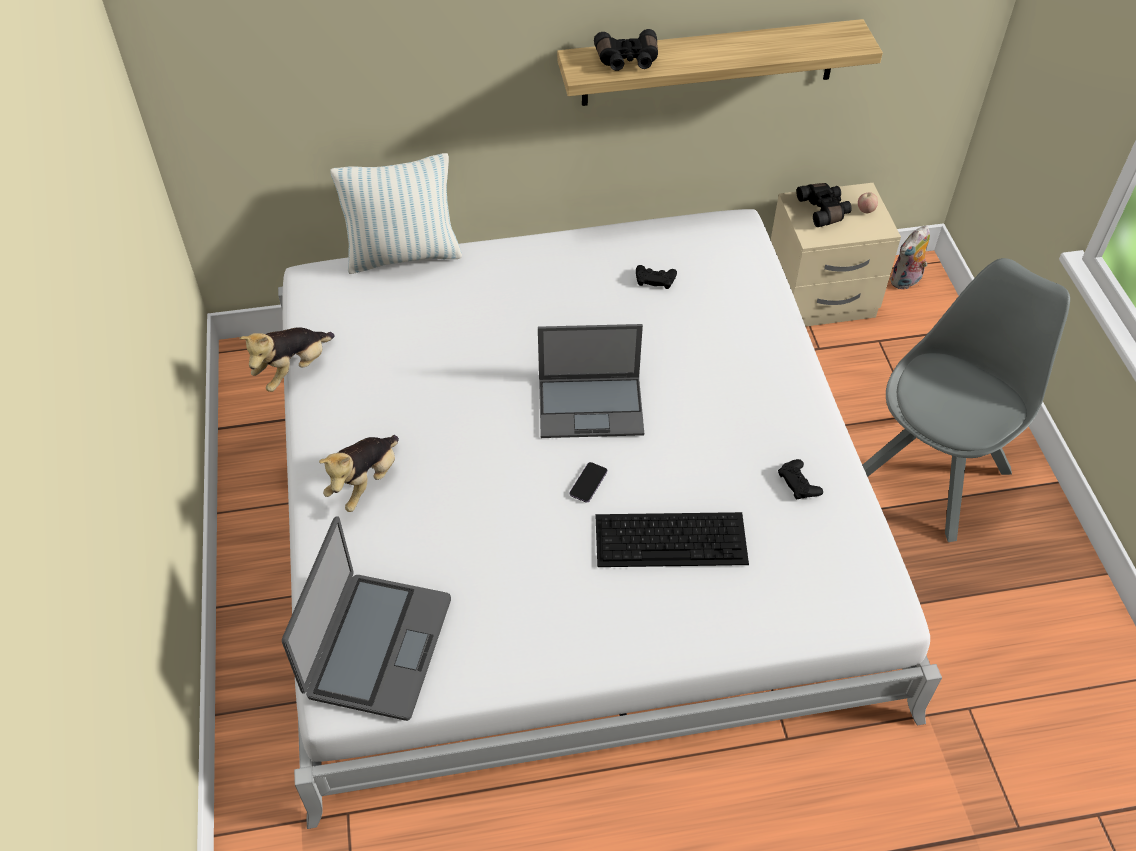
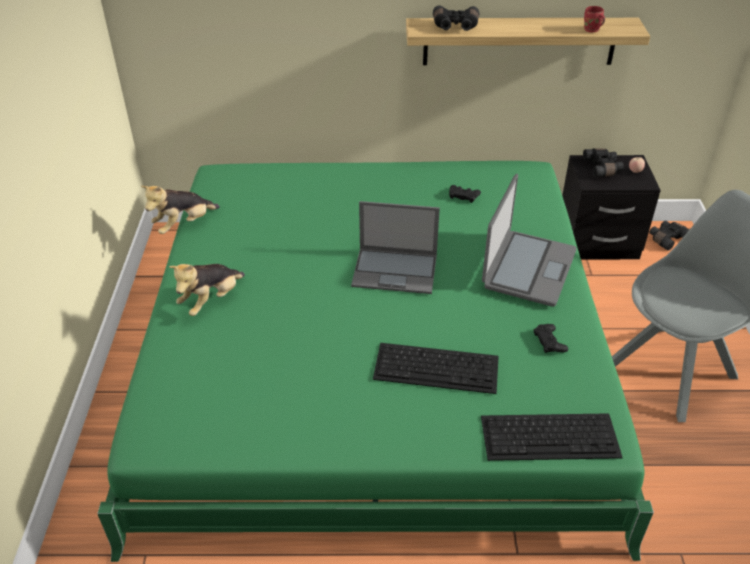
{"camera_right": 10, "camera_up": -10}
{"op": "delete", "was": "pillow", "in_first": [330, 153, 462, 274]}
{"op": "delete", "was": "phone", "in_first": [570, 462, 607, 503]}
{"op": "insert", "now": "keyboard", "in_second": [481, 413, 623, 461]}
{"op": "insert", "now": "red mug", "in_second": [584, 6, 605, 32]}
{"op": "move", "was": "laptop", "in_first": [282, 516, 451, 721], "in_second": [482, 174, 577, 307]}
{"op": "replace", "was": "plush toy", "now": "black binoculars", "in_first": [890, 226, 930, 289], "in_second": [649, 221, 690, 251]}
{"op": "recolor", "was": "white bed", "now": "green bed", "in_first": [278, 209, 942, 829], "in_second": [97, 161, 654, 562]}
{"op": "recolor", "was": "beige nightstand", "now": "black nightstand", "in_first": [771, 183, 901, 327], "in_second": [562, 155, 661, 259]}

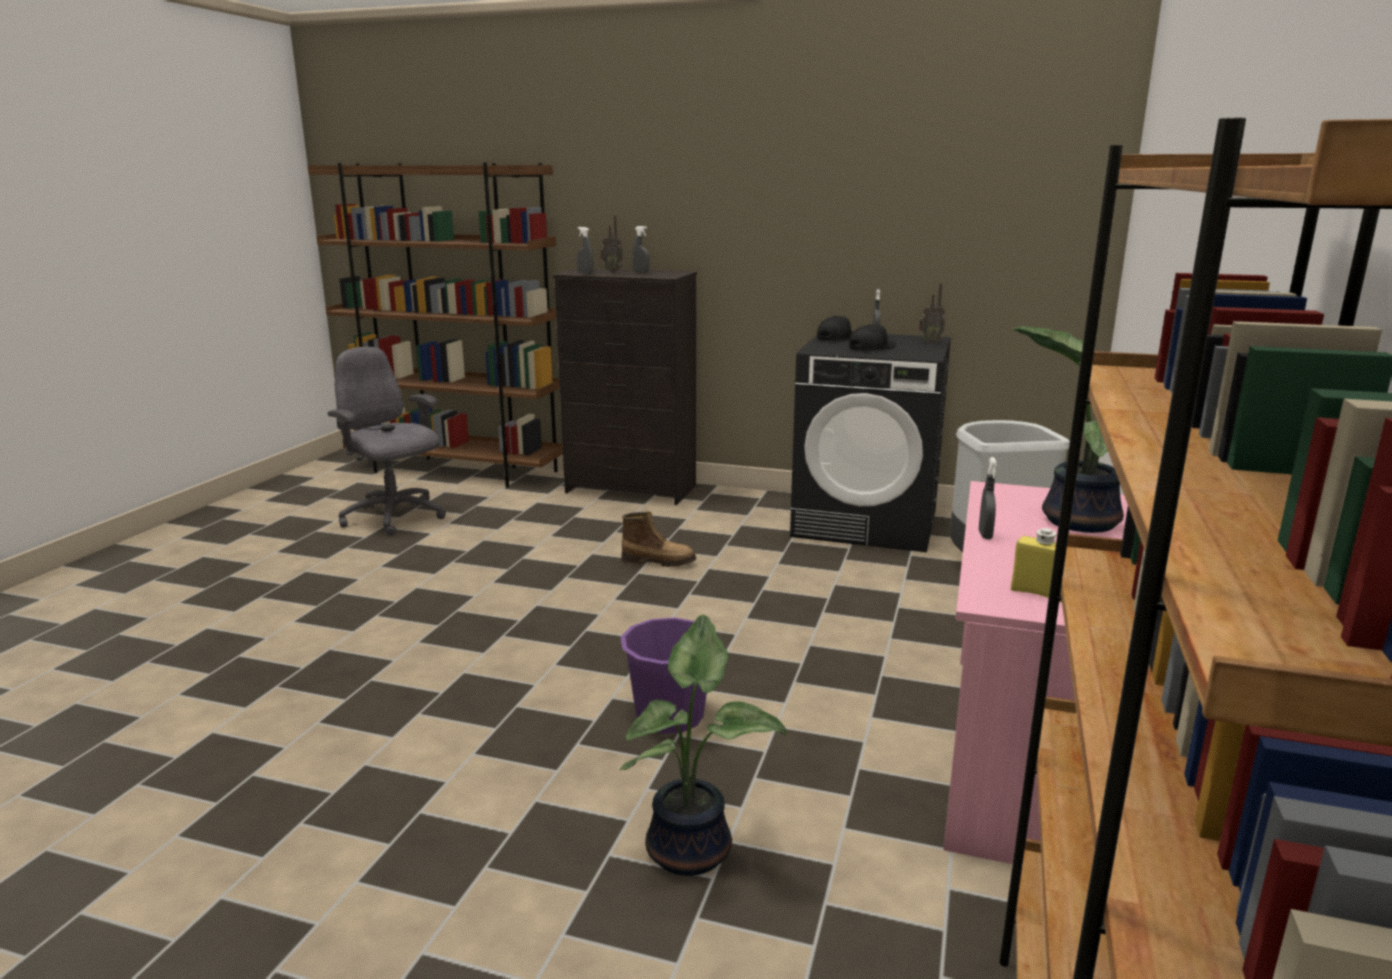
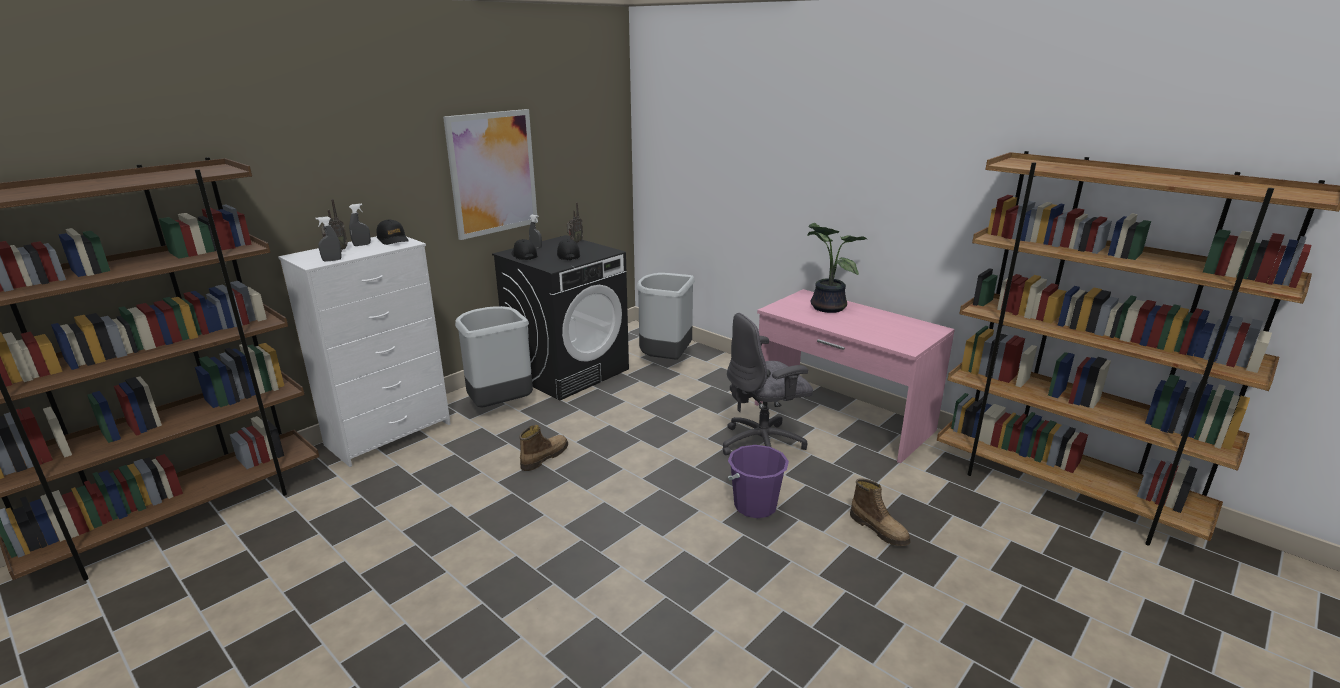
{"camera_right": -65, "camera_up": 5}
{"op": "delete", "was": "grey spray bottle", "in_first": [979, 457, 997, 539]}
{"op": "delete", "was": "yellow bottle", "in_first": [1011, 528, 1062, 602]}
{"op": "insert", "now": "black cap", "in_second": [376, 219, 409, 245]}
{"op": "insert", "now": "picture", "in_second": [443, 109, 538, 240]}
{"op": "insert", "now": "grey trash can", "in_second": [455, 306, 533, 408]}
{"op": "move", "was": "grey office chair", "in_first": [328, 347, 446, 536], "in_second": [723, 313, 813, 455]}
{"op": "replace", "was": "potted plant", "now": "boot", "in_first": [619, 614, 787, 876], "in_second": [850, 478, 911, 546]}
{"op": "recolor", "was": "black dresser", "now": "white dresser", "in_first": [552, 268, 697, 505], "in_second": [278, 236, 451, 467]}

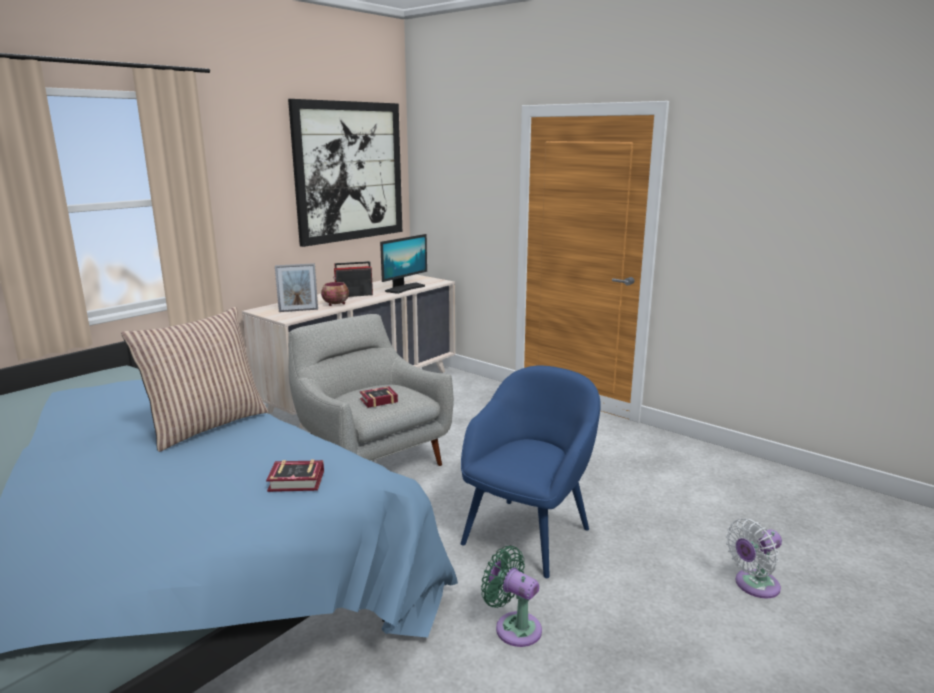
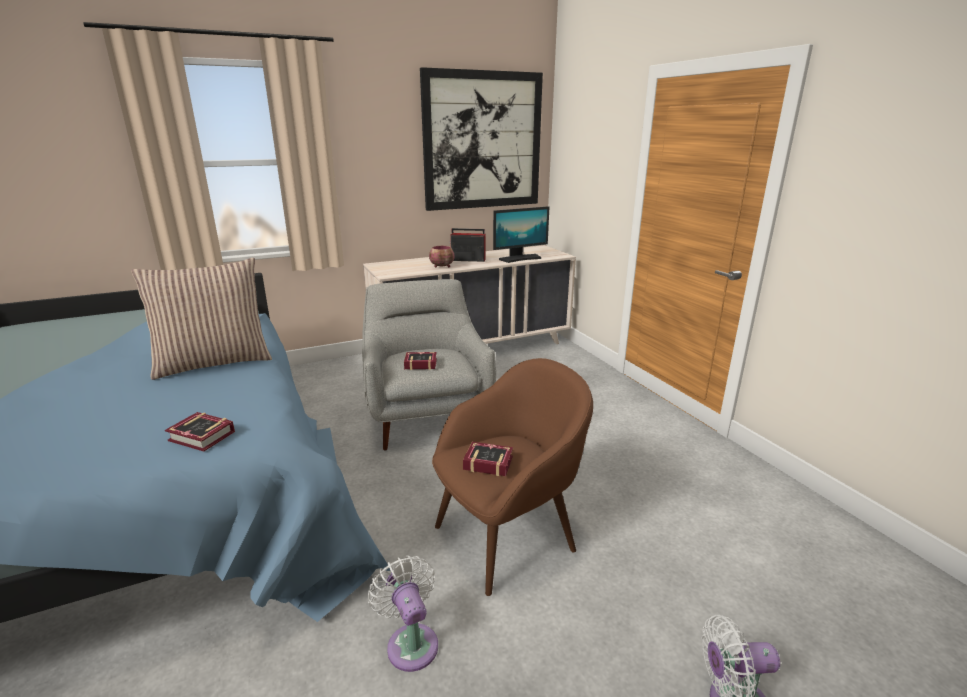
{"camera_right": 25, "camera_up": 5}
{"op": "delete", "was": "picture frame", "in_first": [275, 263, 318, 312]}
{"op": "insert", "now": "book", "in_second": [463, 442, 513, 476]}
{"op": "recolor", "was": "blue armchair", "now": "brown armchair", "in_first": [461, 366, 601, 578], "in_second": [432, 358, 593, 596]}
{"op": "recolor", "was": "green fan", "now": "white fan", "in_first": [481, 546, 542, 647], "in_second": [368, 556, 438, 672]}

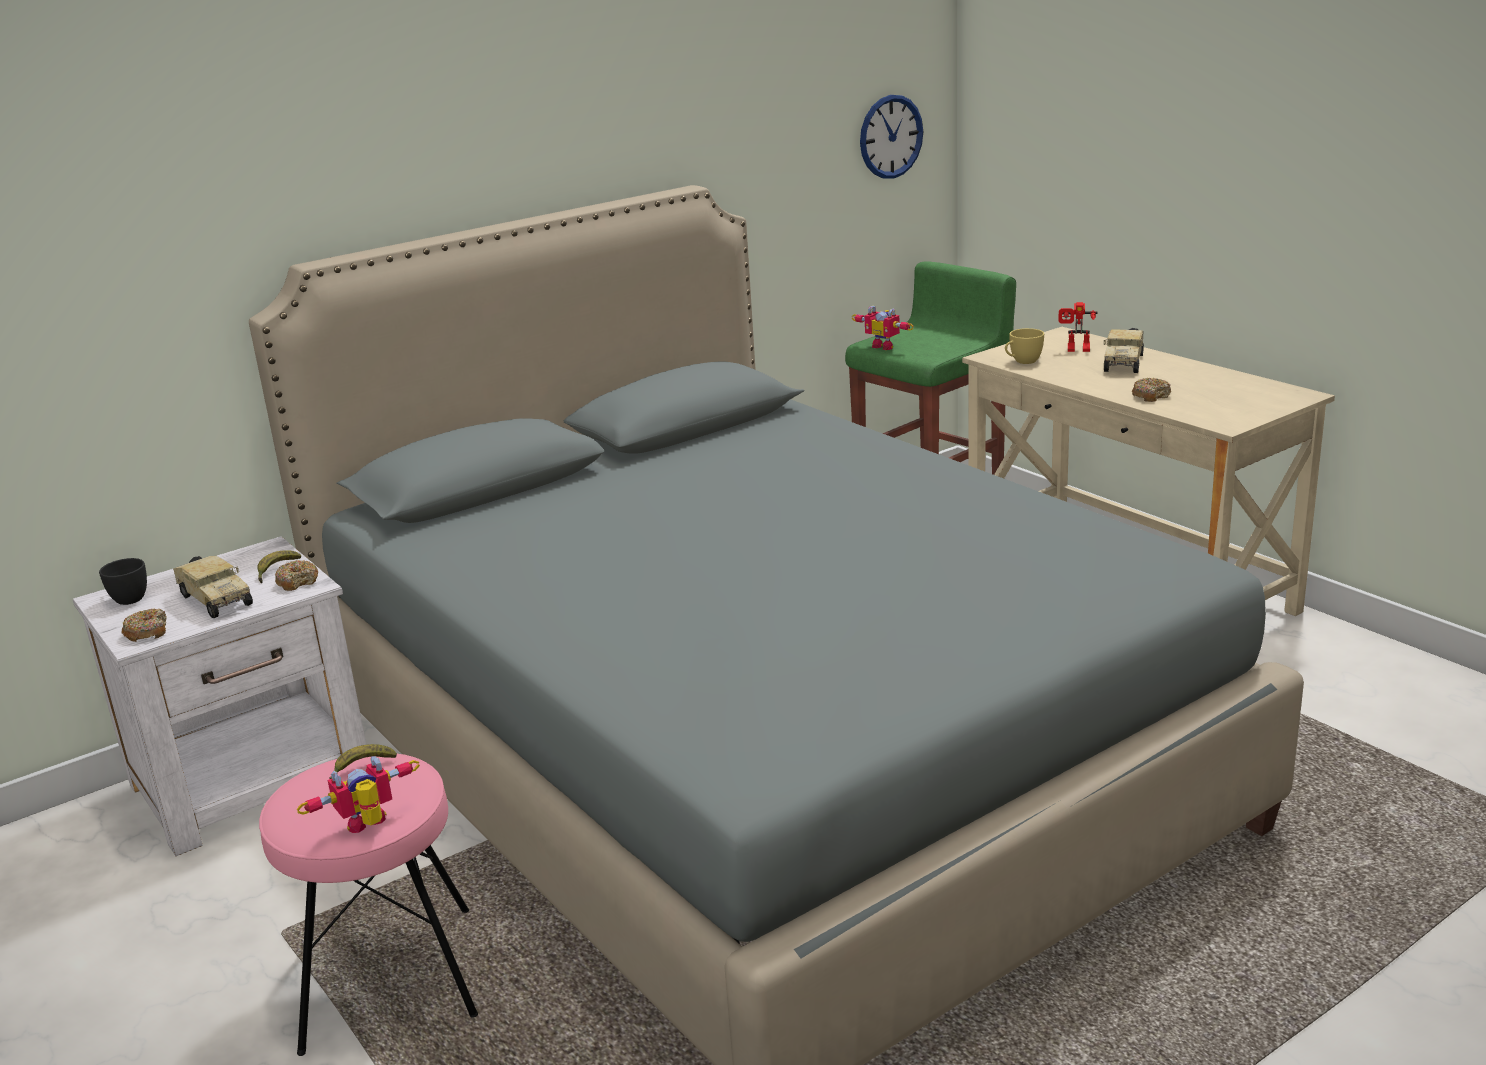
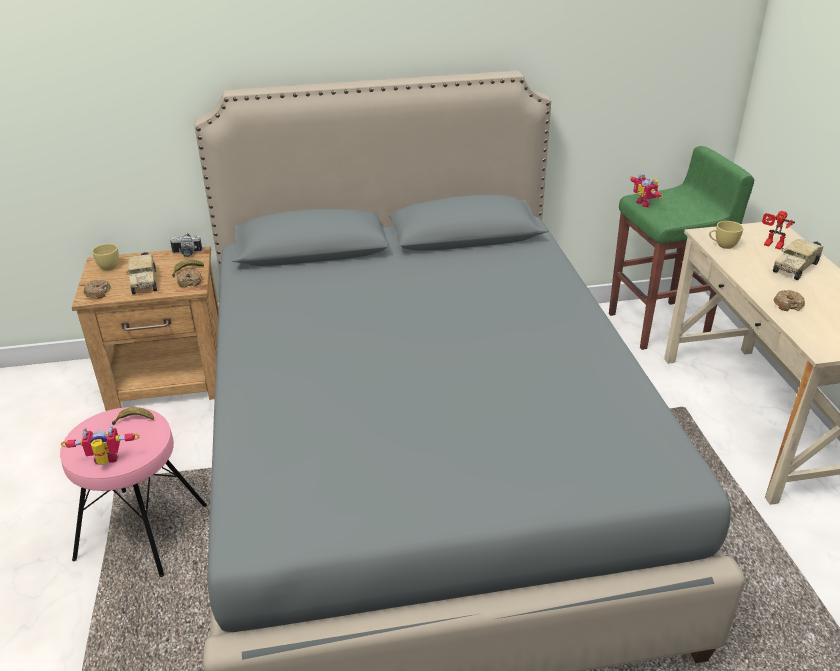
{"camera_right": 25, "camera_up": 10}
{"op": "delete", "was": "wall clock", "in_first": [860, 95, 923, 179]}
{"op": "insert", "now": "photo camera", "in_second": [170, 233, 202, 257]}
{"op": "recolor", "was": "white nightstand", "now": "brown nightstand", "in_first": [73, 536, 367, 856], "in_second": [72, 246, 219, 411]}
{"op": "recolor", "was": "black cup", "now": "yellow cup", "in_first": [99, 558, 147, 605], "in_second": [92, 244, 119, 271]}

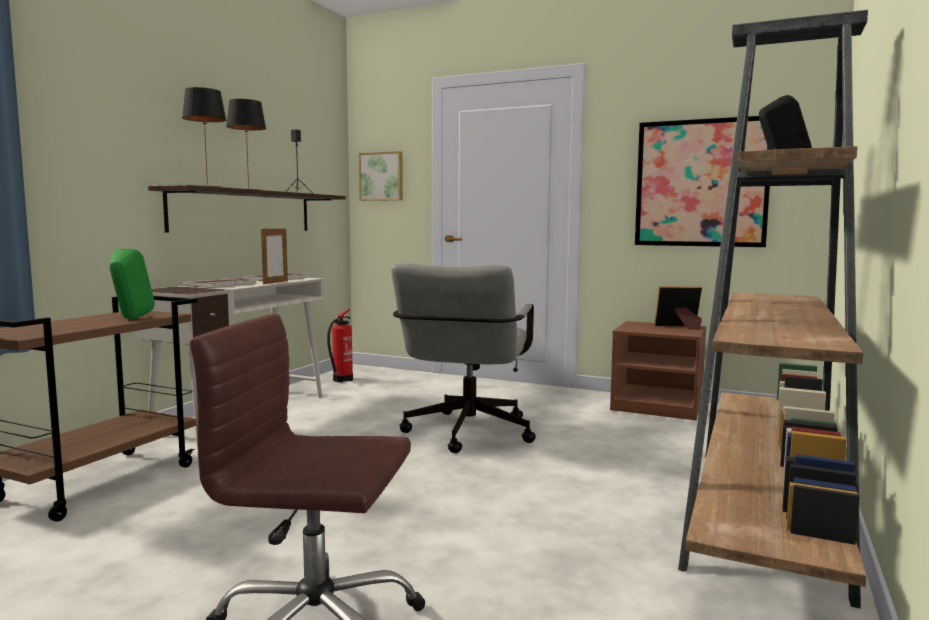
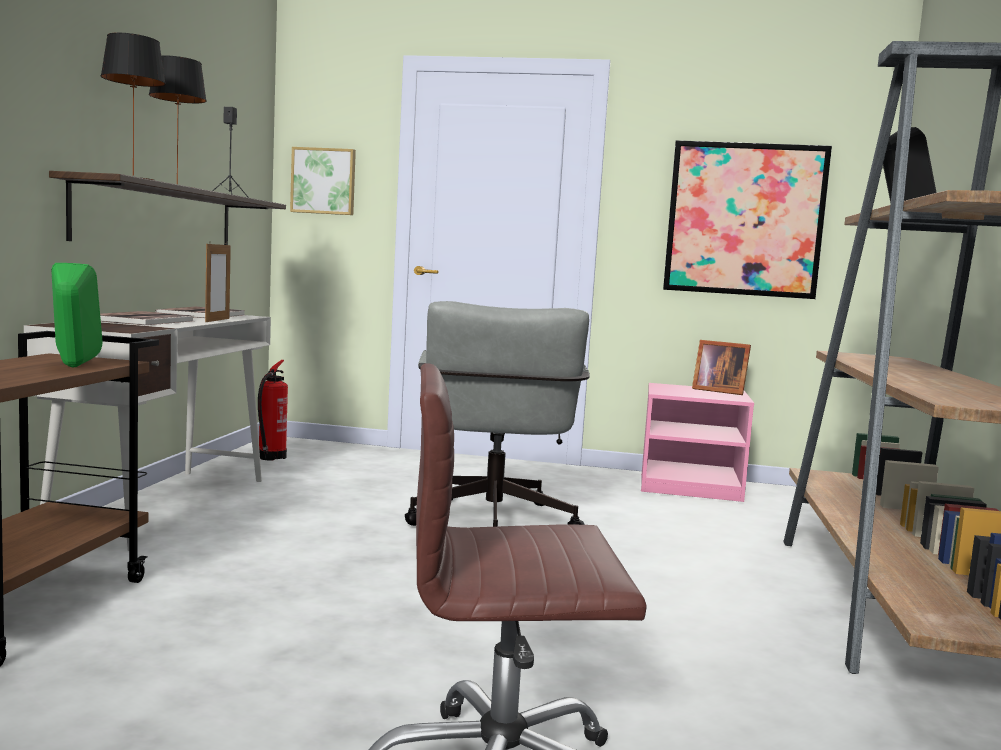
{"camera_right": -15, "camera_up": 0}
{"op": "recolor", "was": "brown nightstand", "now": "pink nightstand", "in_first": [610, 321, 706, 420], "in_second": [641, 383, 754, 502]}
{"op": "rotate", "was": "picture frame", "in_first": [654, 286, 702, 330], "in_second": [692, 340, 751, 395], "clockwise": -135}

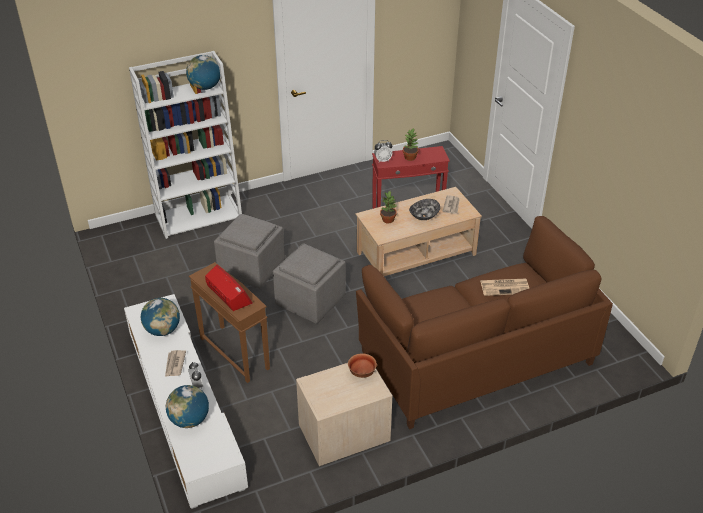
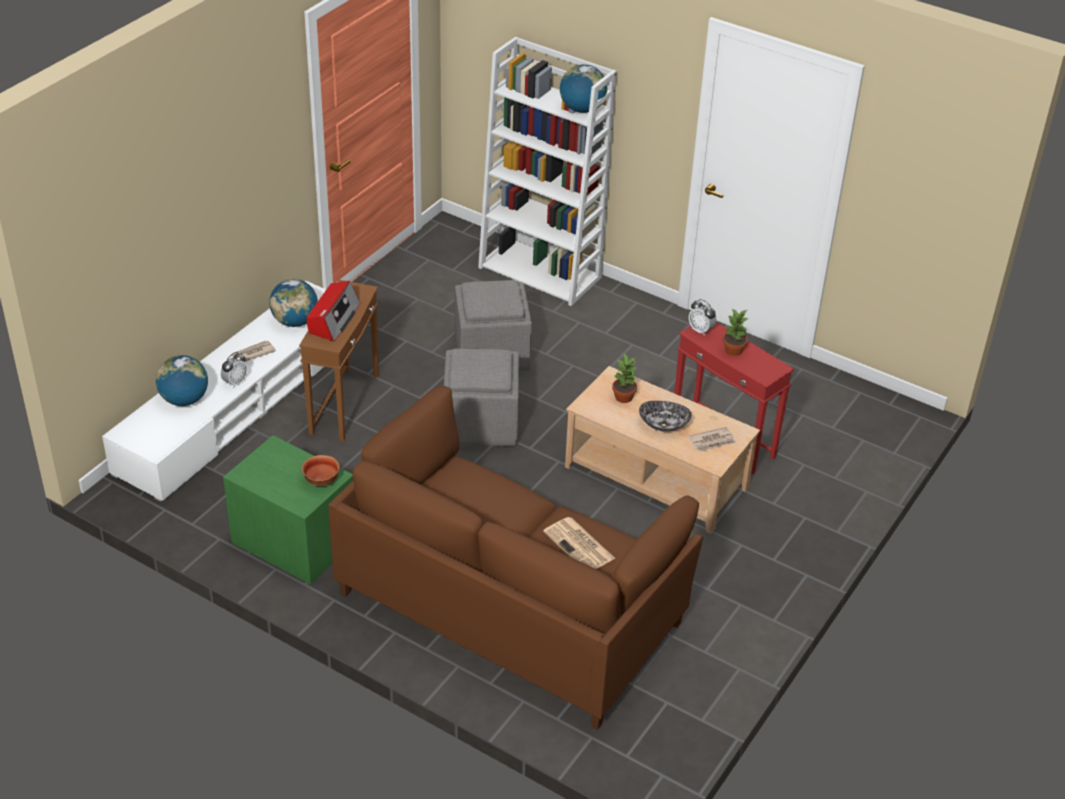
{"camera_right": 55, "camera_up": 0}
{"op": "recolor", "was": "beige nightstand", "now": "green nightstand", "in_first": [296, 363, 392, 466], "in_second": [223, 435, 353, 585]}

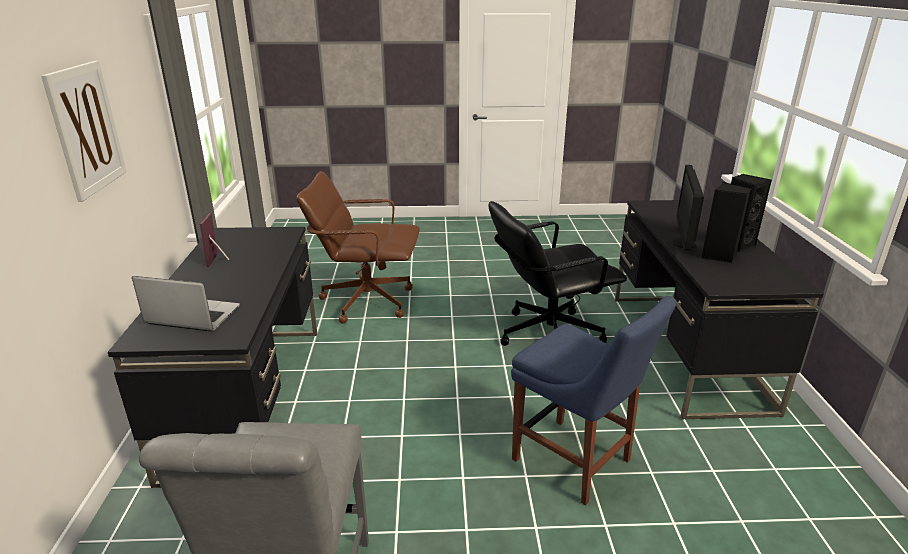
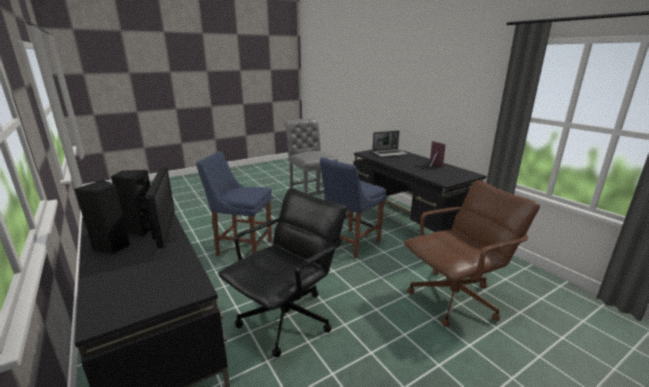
{"camera_right": 150, "camera_up": -5}
{"op": "delete", "was": "picture", "in_first": [41, 61, 127, 202]}
{"op": "insert", "now": "blue chair", "in_second": [320, 158, 386, 258]}

